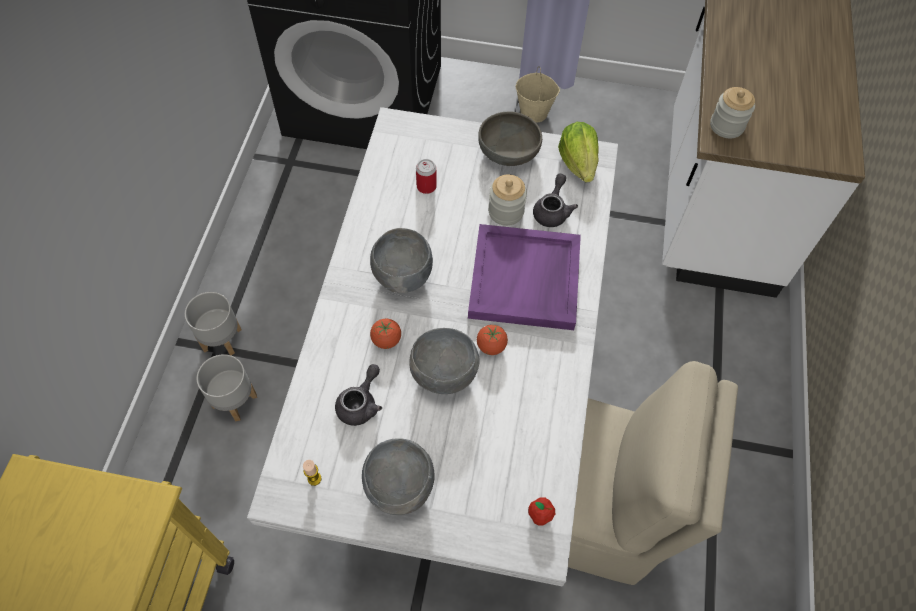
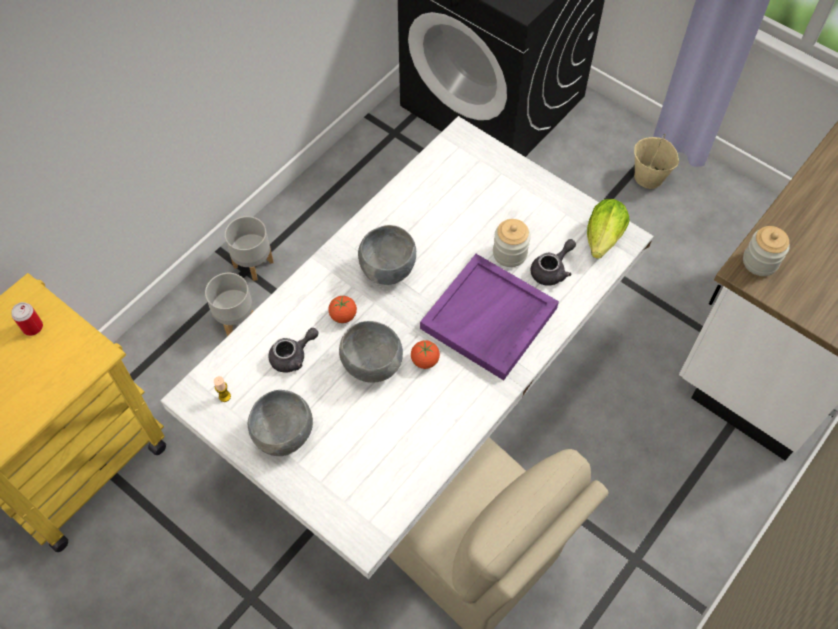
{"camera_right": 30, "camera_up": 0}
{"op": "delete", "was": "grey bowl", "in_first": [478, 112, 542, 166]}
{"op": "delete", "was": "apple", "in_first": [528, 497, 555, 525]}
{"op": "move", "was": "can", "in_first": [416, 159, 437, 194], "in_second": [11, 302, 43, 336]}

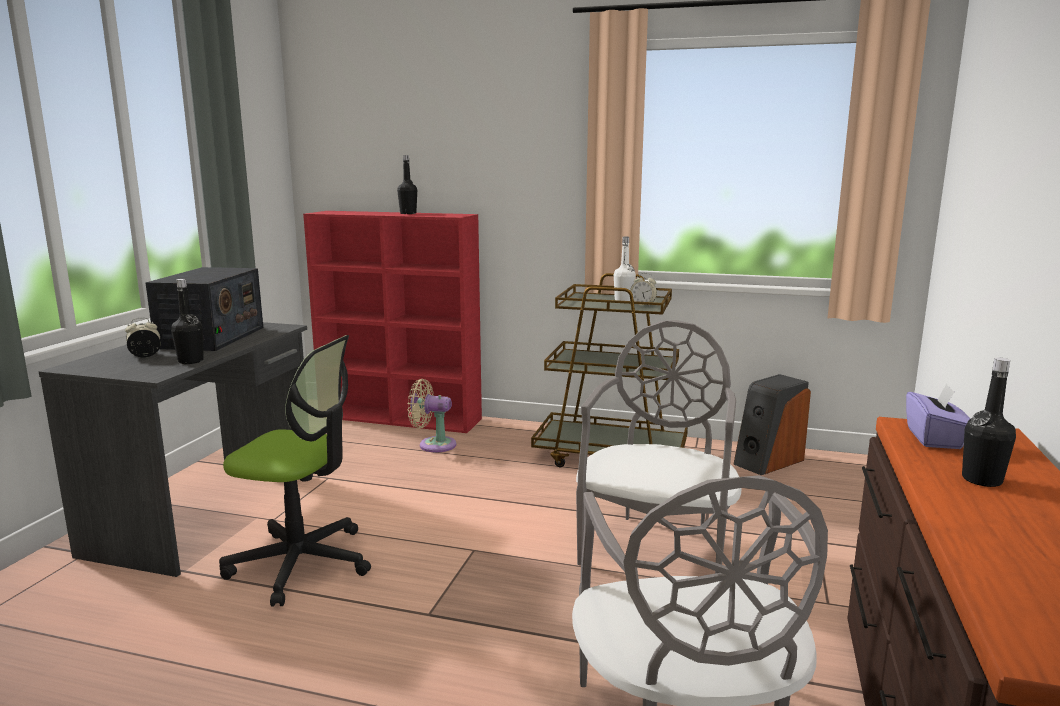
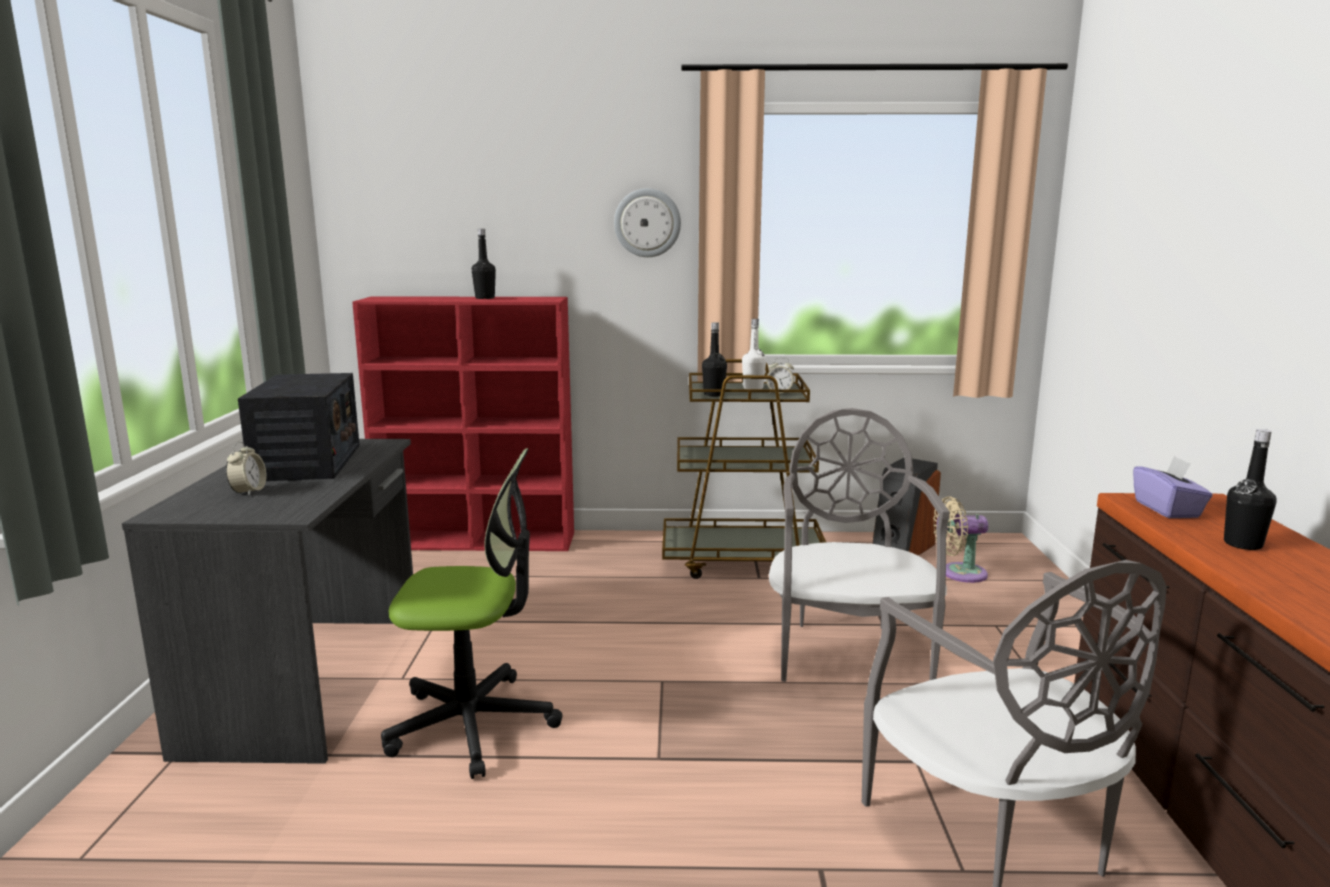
{"camera_right": -15, "camera_up": 0}
{"op": "insert", "now": "wall clock", "in_second": [614, 188, 681, 257]}
{"op": "move", "was": "black bottle", "in_first": [171, 279, 204, 364], "in_second": [702, 322, 727, 397]}
{"op": "move", "was": "beige fan", "in_first": [408, 379, 456, 452], "in_second": [933, 496, 988, 583]}
{"op": "rotate", "was": "alarm clock", "in_first": [125, 318, 160, 358], "in_second": [226, 442, 267, 496], "clockwise": 135}

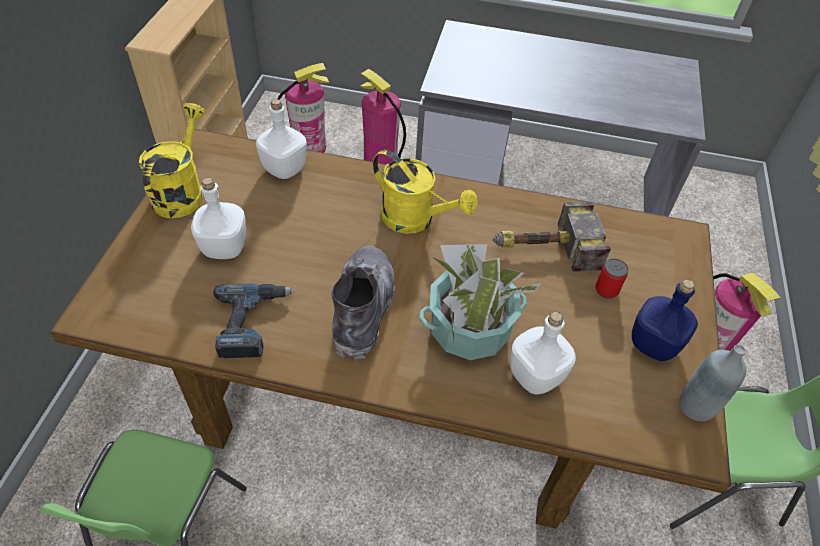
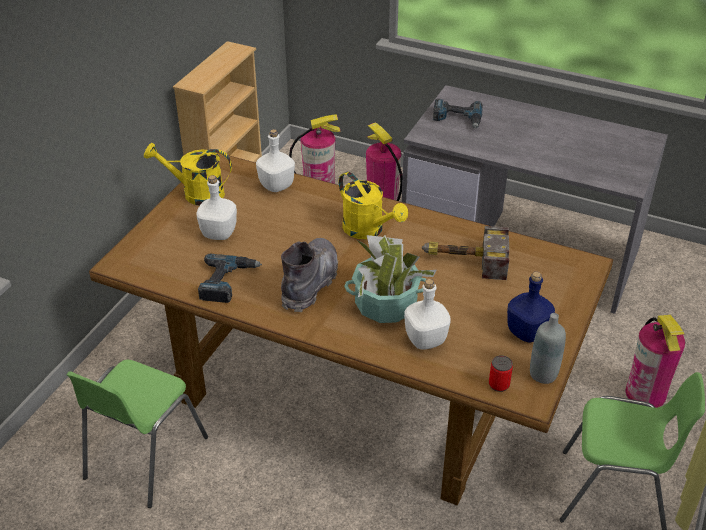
{"camera_right": 15, "camera_up": -10}
{"op": "insert", "now": "power drill", "in_second": [433, 99, 483, 129]}
{"op": "move", "was": "can", "in_first": [596, 259, 629, 299], "in_second": [489, 355, 513, 392]}
{"op": "rotate", "was": "yellow watering can", "in_first": [139, 103, 206, 218], "in_second": [144, 143, 232, 206], "clockwise": -105}

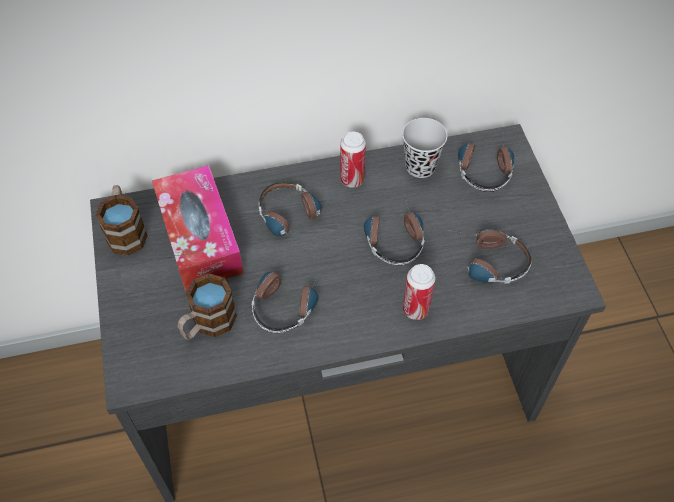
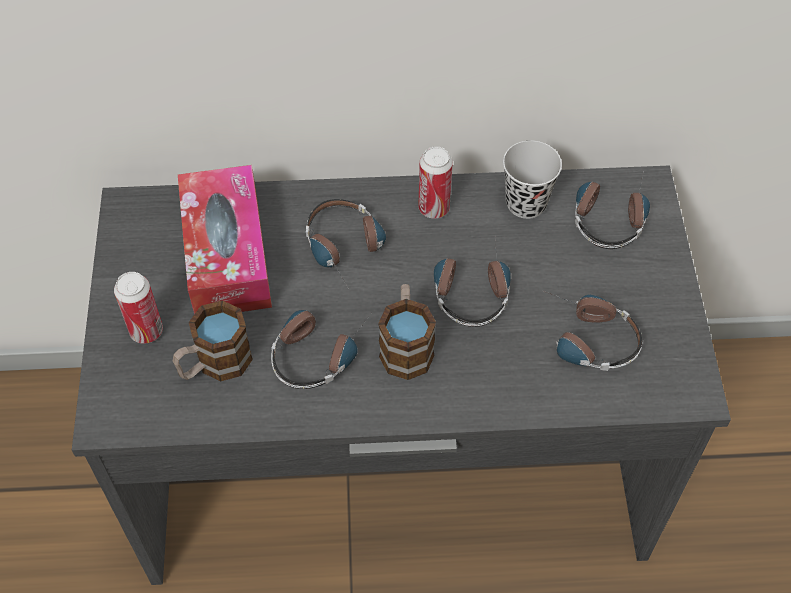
{"camera_right": 10, "camera_up": 0}
{"op": "move", "was": "mug", "in_first": [95, 185, 148, 256], "in_second": [378, 284, 436, 380]}
{"op": "move", "was": "can", "in_first": [403, 264, 435, 320], "in_second": [114, 272, 163, 344]}

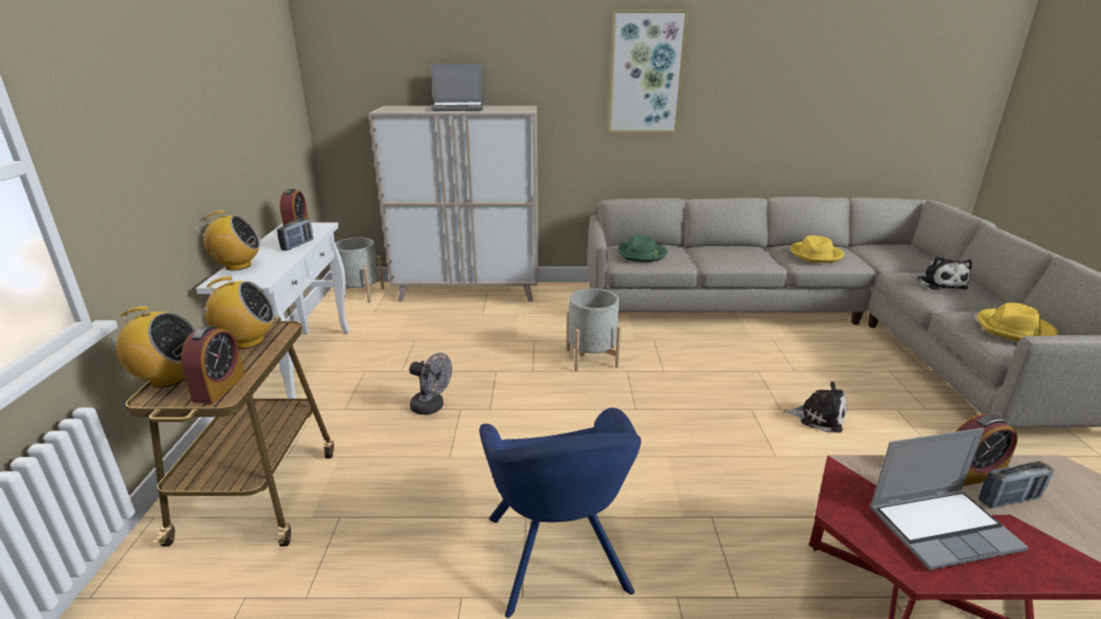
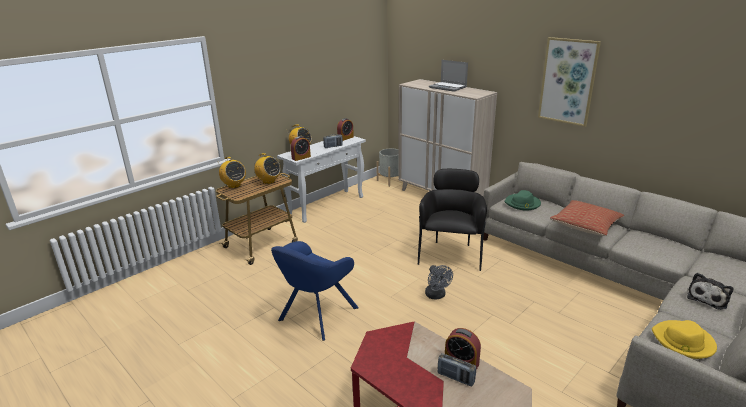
{"camera_right": 45, "camera_up": 0}
{"op": "delete", "was": "plush toy", "in_first": [783, 382, 847, 433]}
{"op": "delete", "was": "yellow hat", "in_first": [790, 235, 844, 263]}
{"op": "delete", "was": "laptop", "in_first": [869, 428, 1029, 570]}
{"op": "insert", "now": "pillow", "in_second": [550, 200, 624, 236]}
{"op": "move", "was": "alarm clock", "in_first": [181, 326, 245, 404], "in_second": [291, 136, 311, 161]}
{"op": "move", "was": "grey fan", "in_first": [409, 353, 452, 415], "in_second": [425, 265, 453, 300]}
{"op": "replace", "was": "grey planter", "now": "black armchair", "in_first": [567, 289, 621, 371], "in_second": [418, 169, 487, 271]}

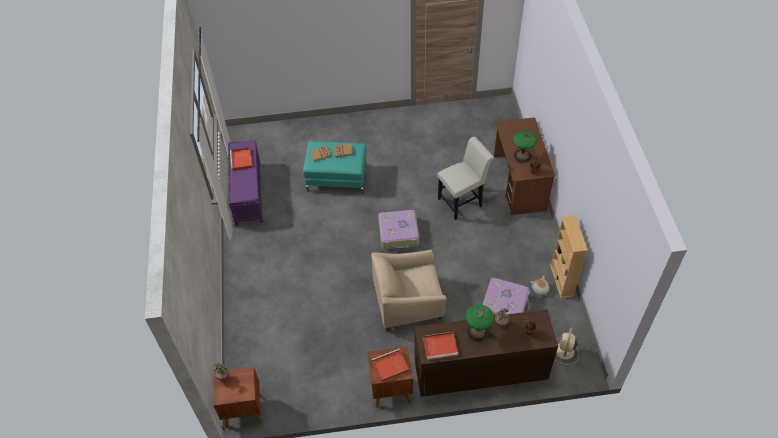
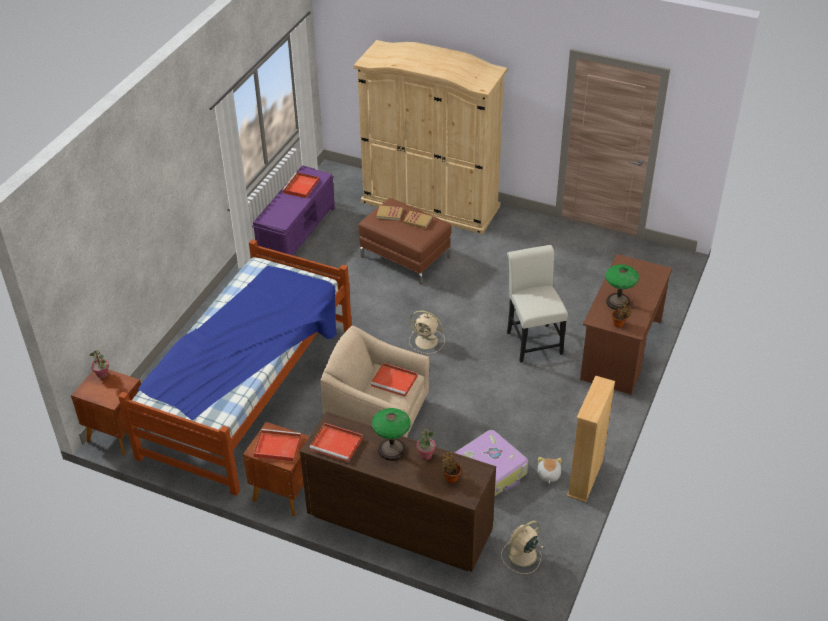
{"camera_right": 30, "camera_up": -10}
{"op": "insert", "now": "bed", "in_second": [118, 239, 352, 496]}
{"op": "insert", "now": "beige wardrobe", "in_second": [354, 40, 507, 234]}
{"op": "insert", "now": "red tray", "in_second": [370, 363, 418, 397]}
{"op": "replace", "was": "suitcase", "now": "beige fan", "in_first": [378, 210, 419, 249], "in_second": [409, 310, 445, 354]}
{"op": "recolor", "was": "turquoise ottoman", "now": "brown ottoman", "in_first": [303, 141, 367, 194], "in_second": [358, 198, 451, 284]}
{"op": "rotate", "was": "white chair", "in_first": [437, 136, 494, 220], "in_second": [507, 245, 568, 363], "clockwise": -105}

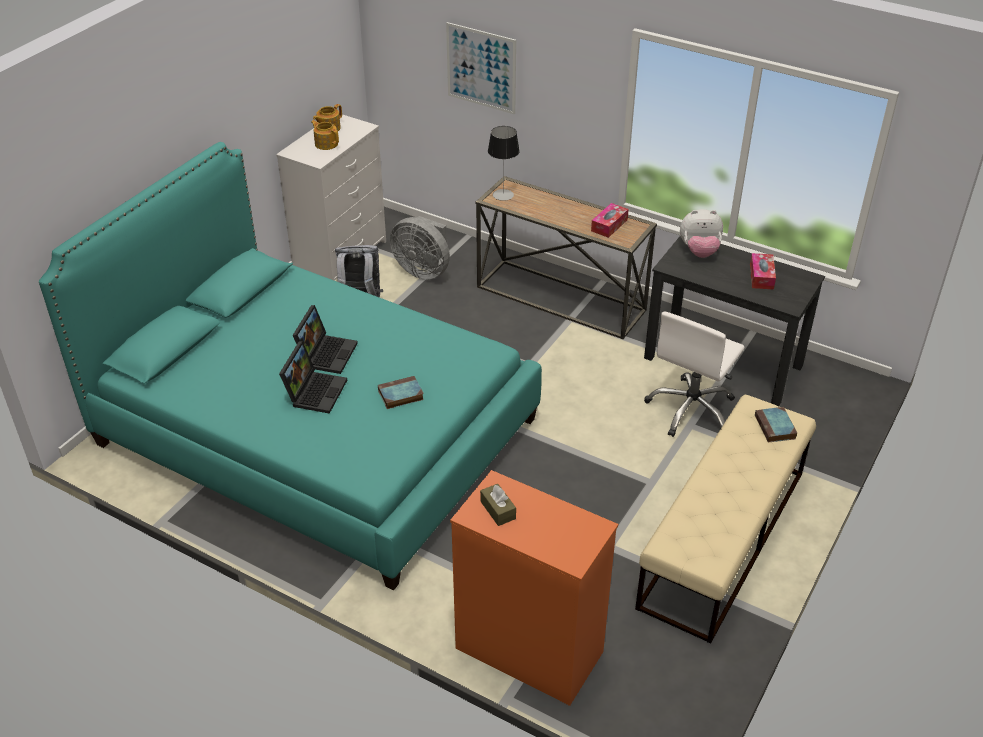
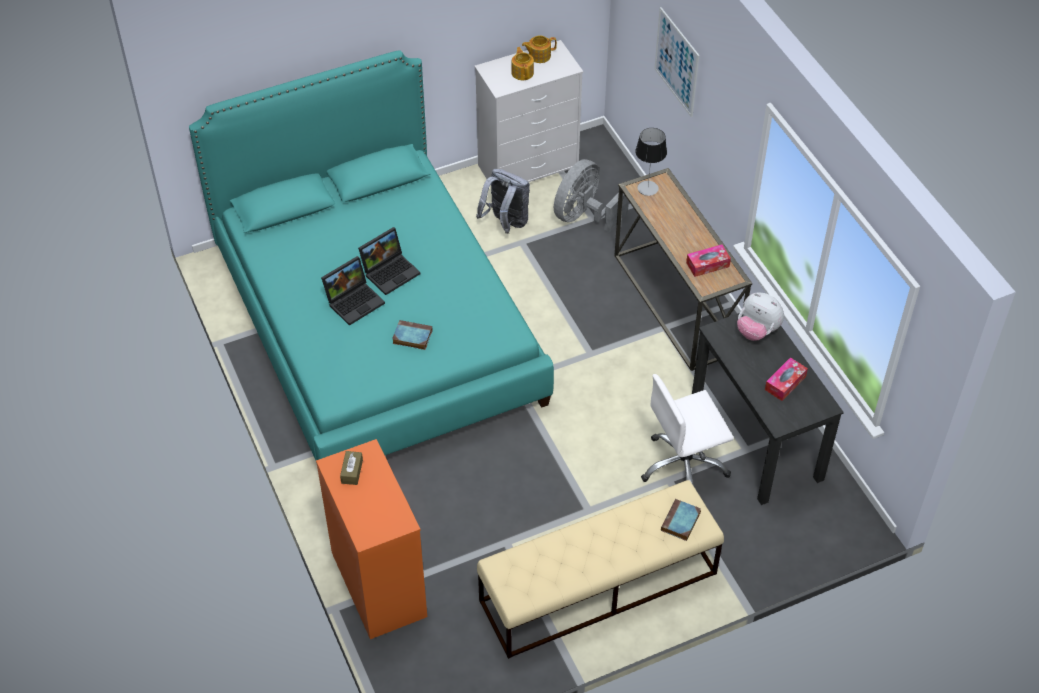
{"camera_right": 35, "camera_up": 10}
{"op": "rotate", "was": "grey fan", "in_first": [390, 216, 450, 280], "in_second": [554, 159, 629, 233], "clockwise": 60}

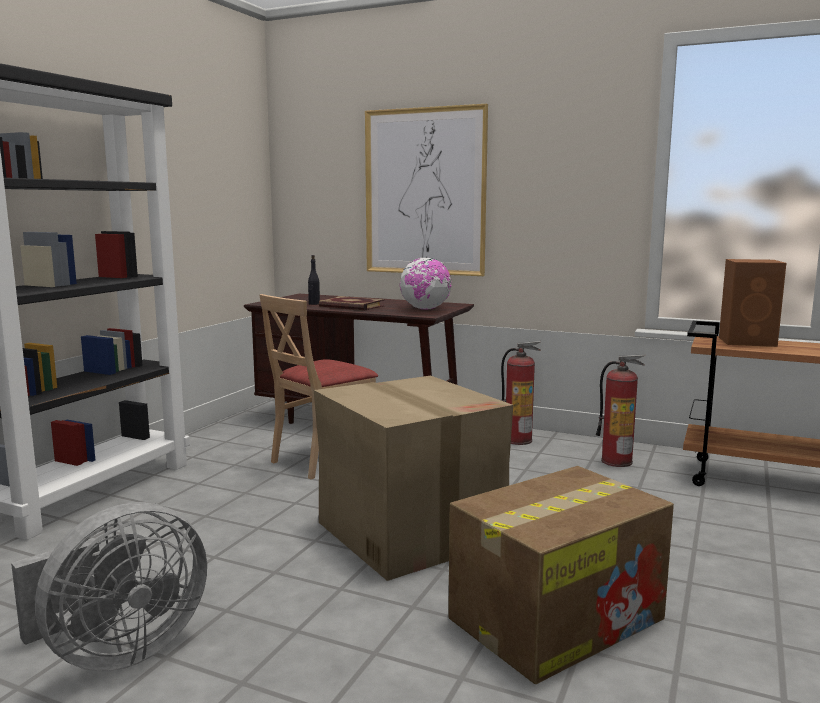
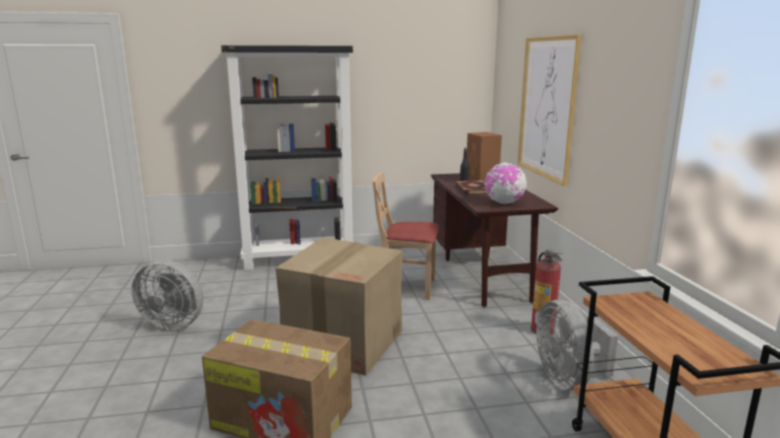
{"camera_right": 55, "camera_up": 5}
{"op": "move", "was": "brown speaker", "in_first": [719, 259, 786, 347], "in_second": [467, 132, 502, 182]}
{"op": "replace", "was": "fire extinguisher", "now": "grey fan", "in_first": [596, 354, 646, 467], "in_second": [536, 300, 618, 391]}

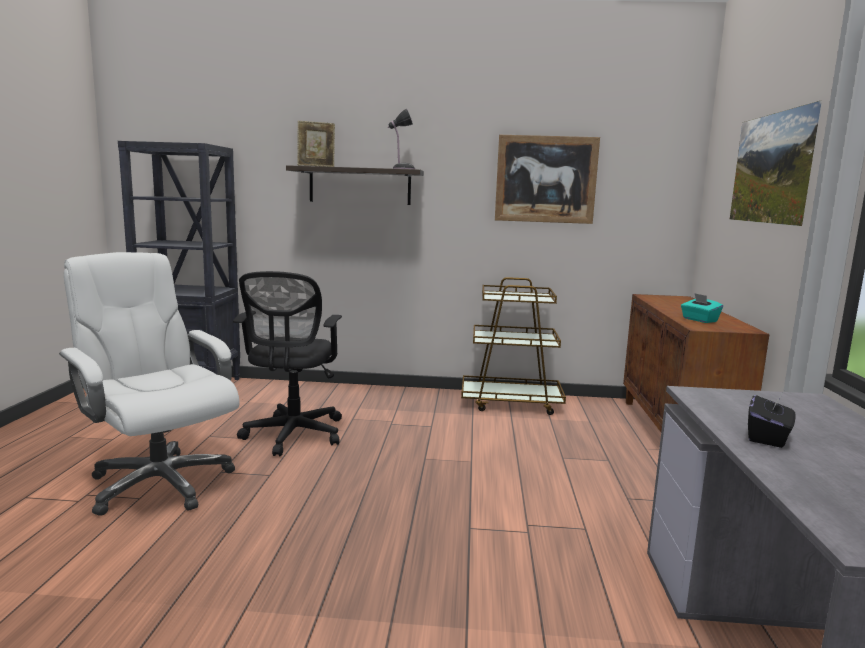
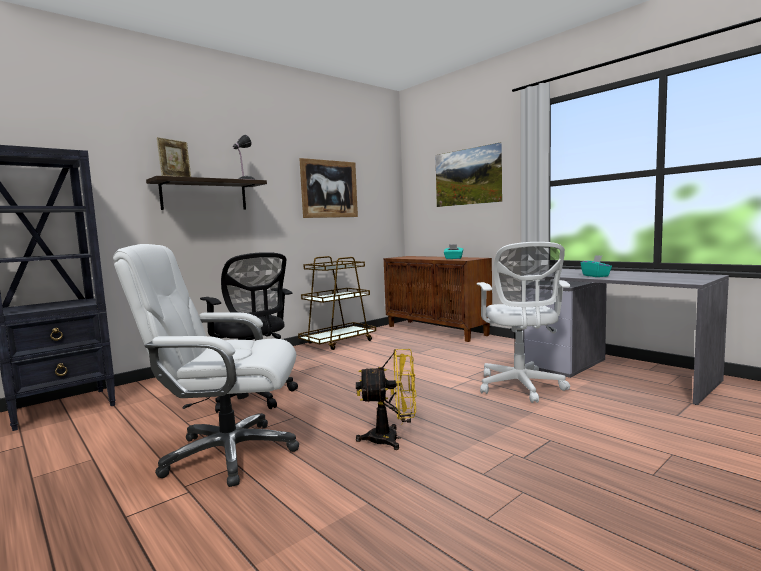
{"camera_right": -45, "camera_up": -5}
{"op": "insert", "now": "yellow fan", "in_second": [356, 349, 417, 450]}
{"op": "insert", "now": "white office chair", "in_second": [477, 242, 571, 403]}
{"op": "recolor", "was": "black tissue box", "now": "turquoise tissue box", "in_first": [748, 391, 796, 448], "in_second": [581, 255, 612, 277]}

